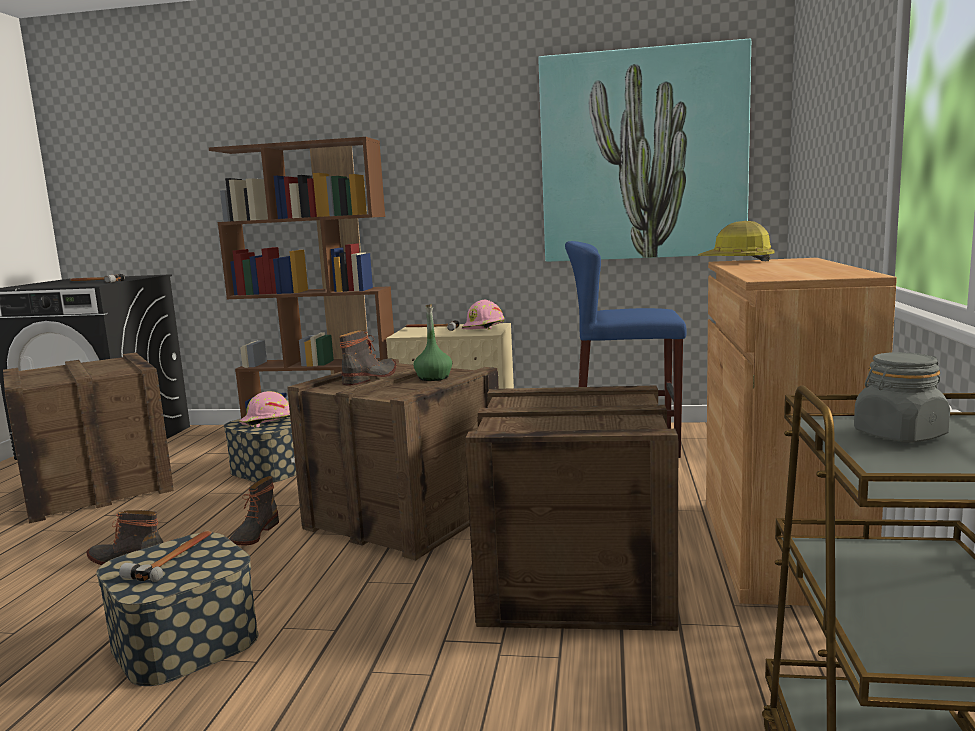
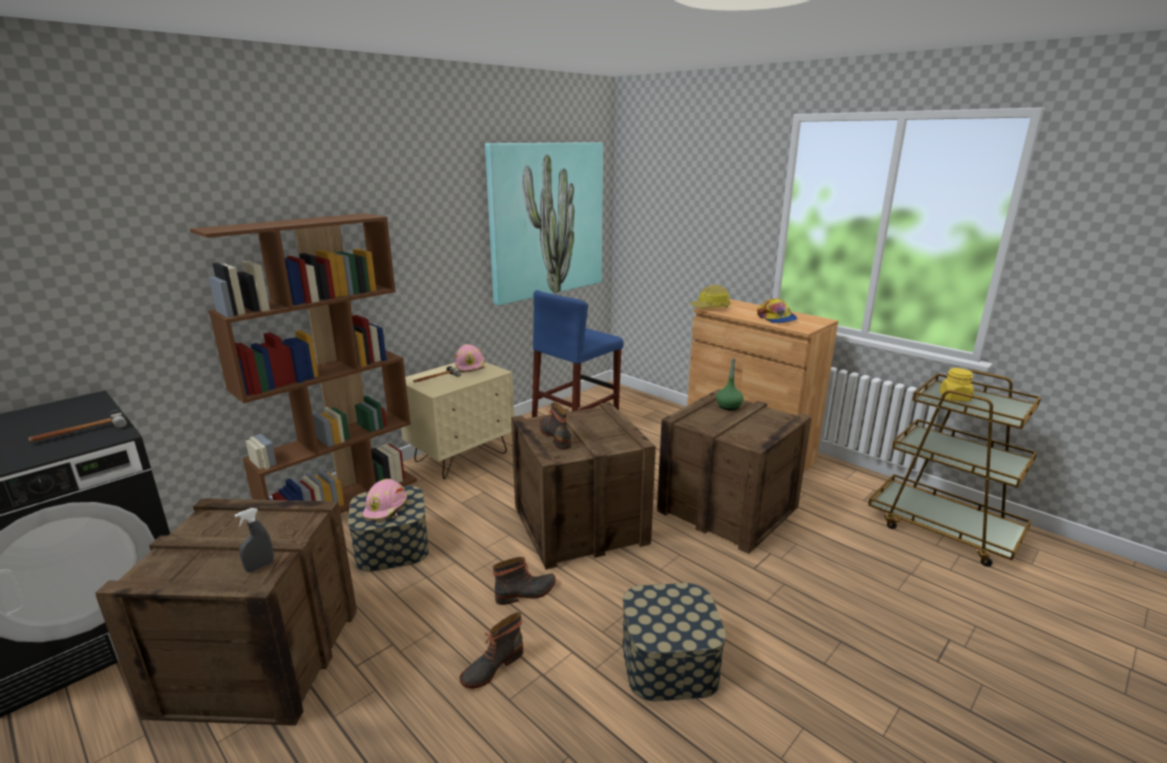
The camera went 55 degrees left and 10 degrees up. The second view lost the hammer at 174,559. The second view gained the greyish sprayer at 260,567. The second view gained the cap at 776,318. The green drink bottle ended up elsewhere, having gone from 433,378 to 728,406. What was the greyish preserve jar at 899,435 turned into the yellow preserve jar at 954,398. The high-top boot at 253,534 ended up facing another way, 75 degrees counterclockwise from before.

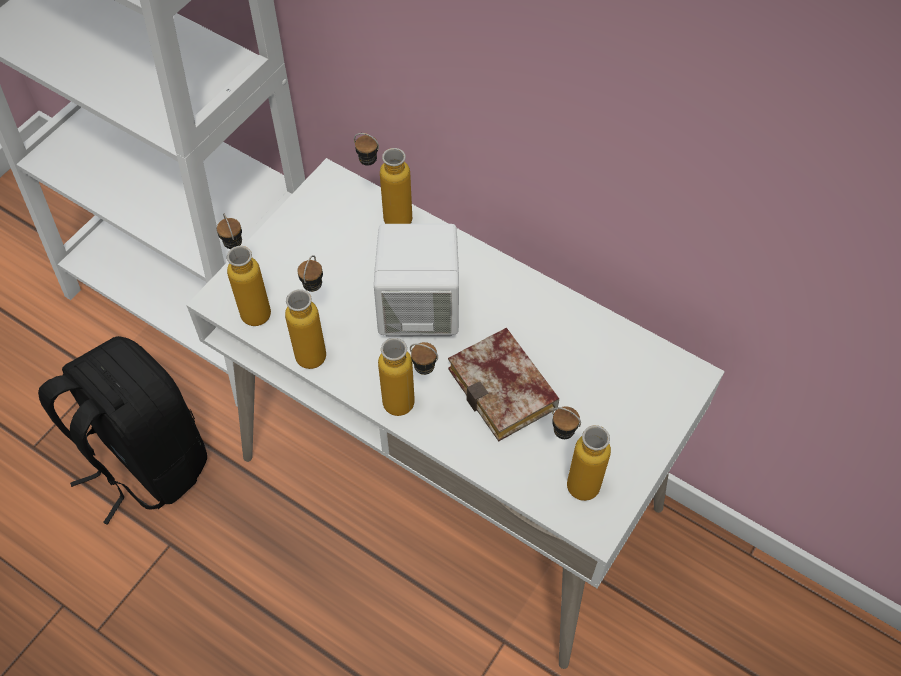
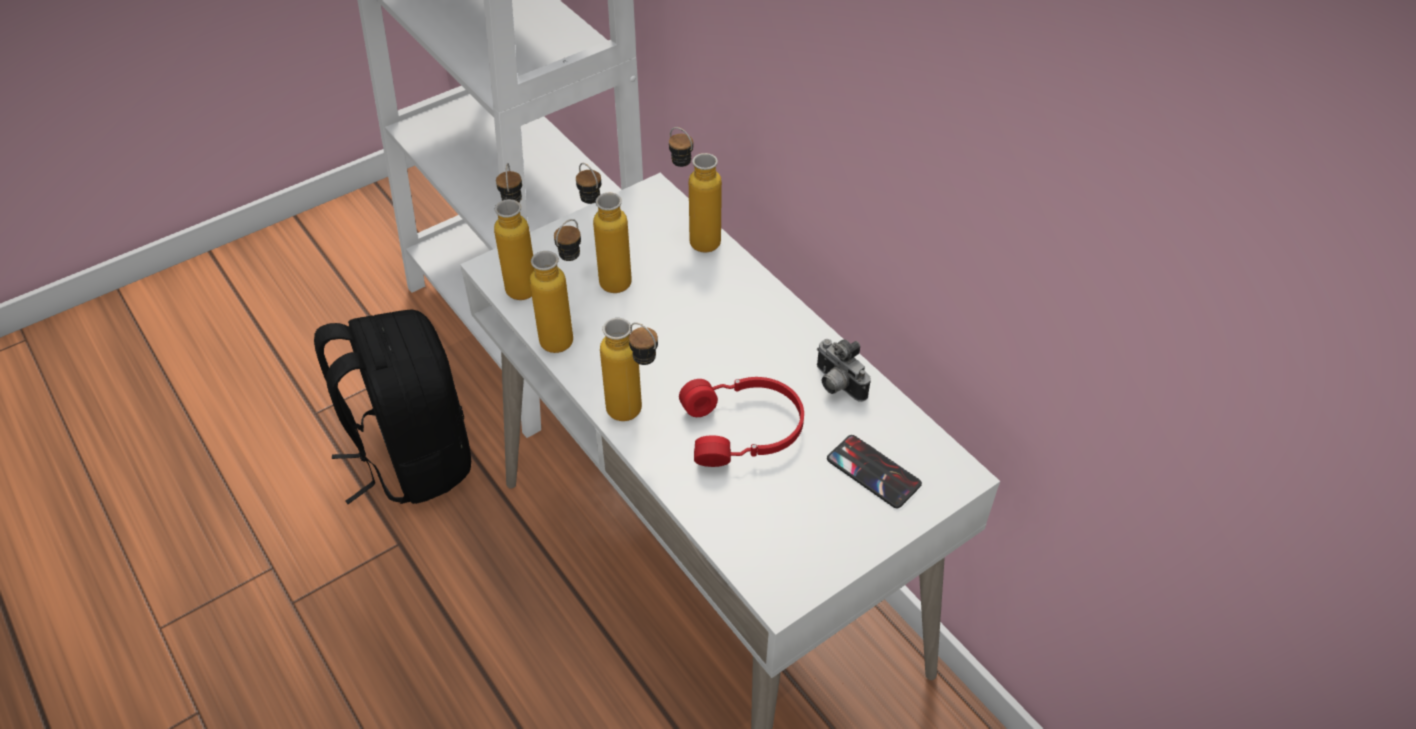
The camera went 20 degrees right and 10 degrees down. The second view lost the white-coloured audio speaker at 420,311. The second view gained the still camera at 836,385. The second view gained the telephone at 873,471. The drink bottle ended up elsewhere, having gone from 570,480 to 607,276. Where the bound book stood at 507,391, the reddish headphones came to stand at 744,430.

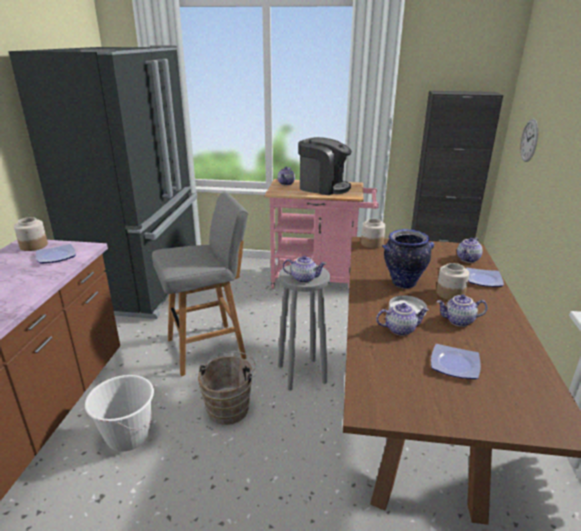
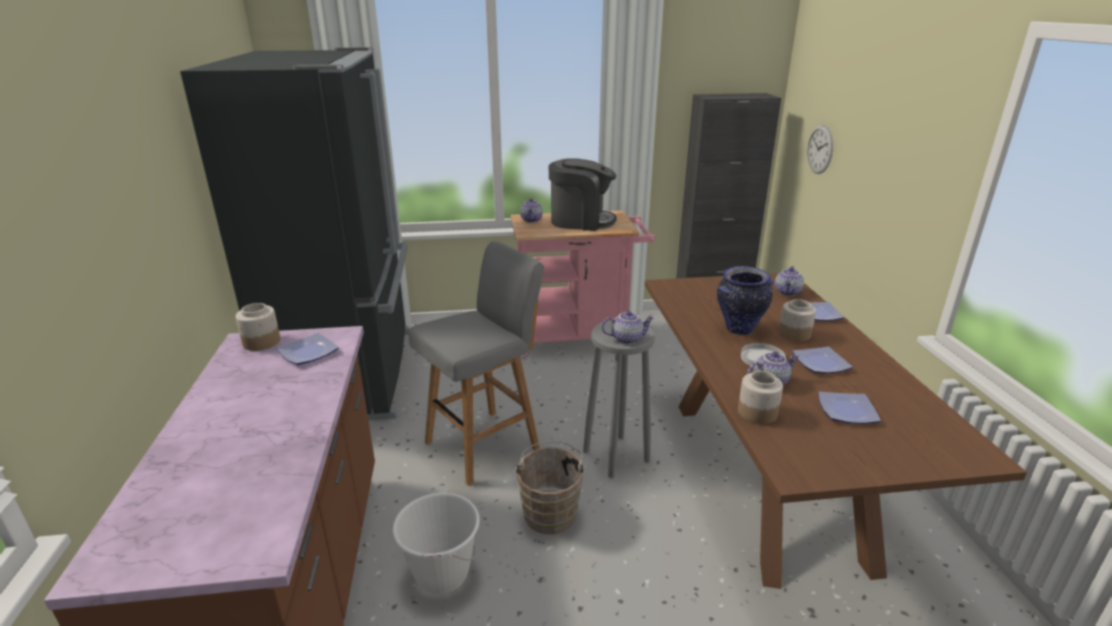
The camera went 15 degrees left and 0 degrees up. The preserve jar ended up elsewhere, having gone from 371,243 to 756,413. Where the teapot stood at 458,321, the dinner plate came to stand at 822,364.

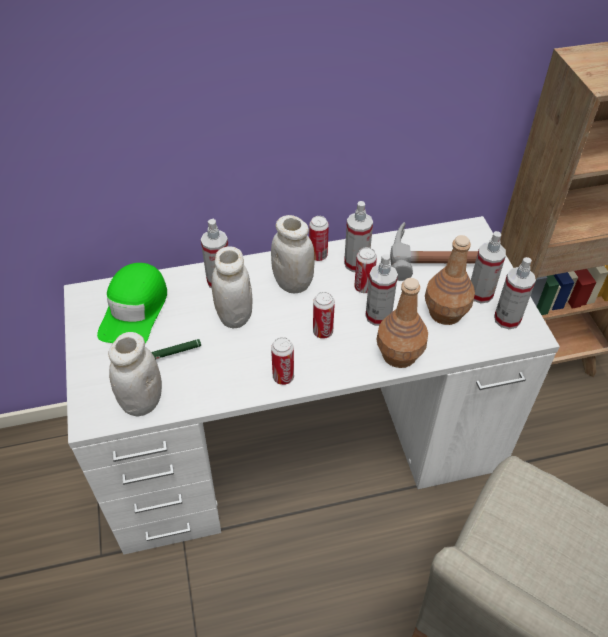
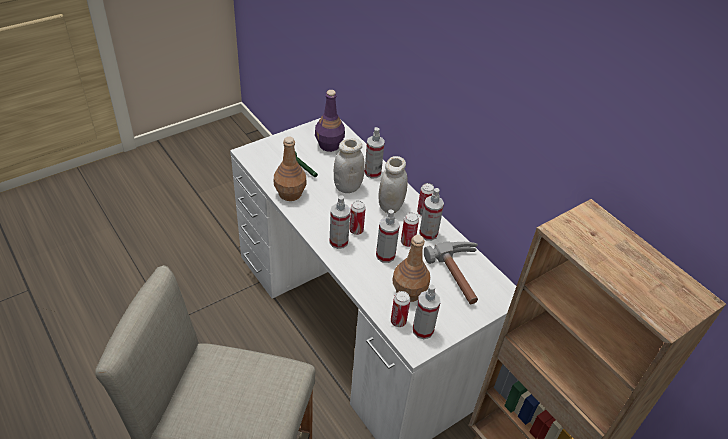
The camera went 65 degrees right and 5 degrees down. The second view lost the white-coloured preserve jar at 142,401. The can ended up elsewhere, having gone from 283,377 to 398,321. The brownish drink bottle ended up elsewhere, having gone from 399,355 to 289,193. The sprayer ended up elsewhere, having gone from 480,293 to 338,241. Where the green cap stood at 135,311, the purplish drink bottle came to stand at 329,145.

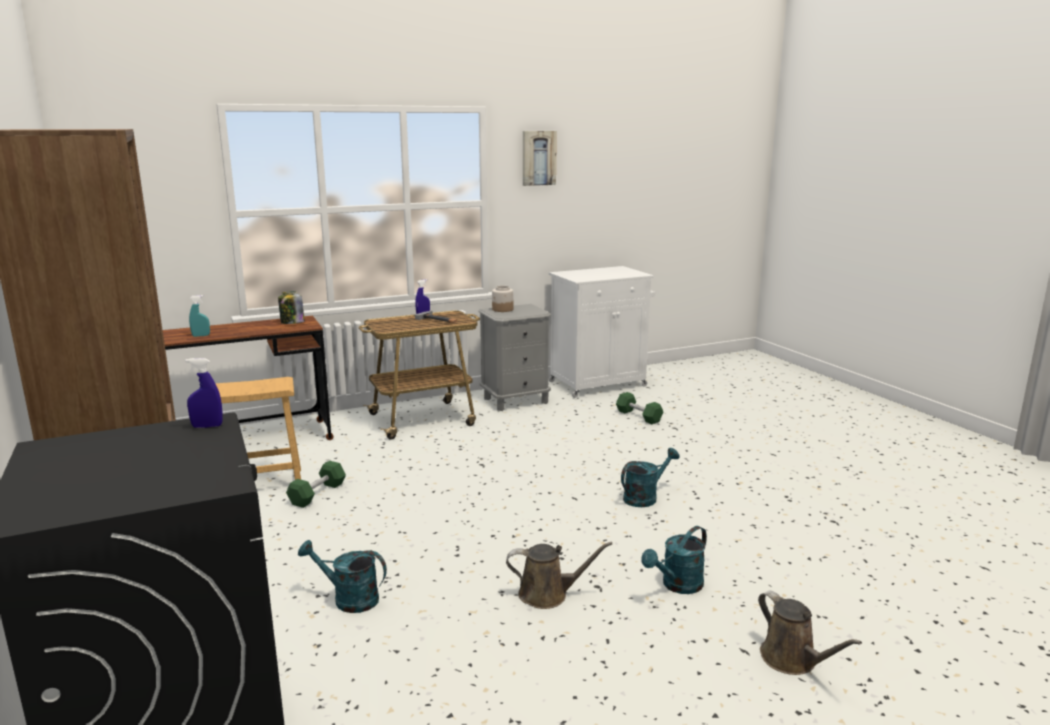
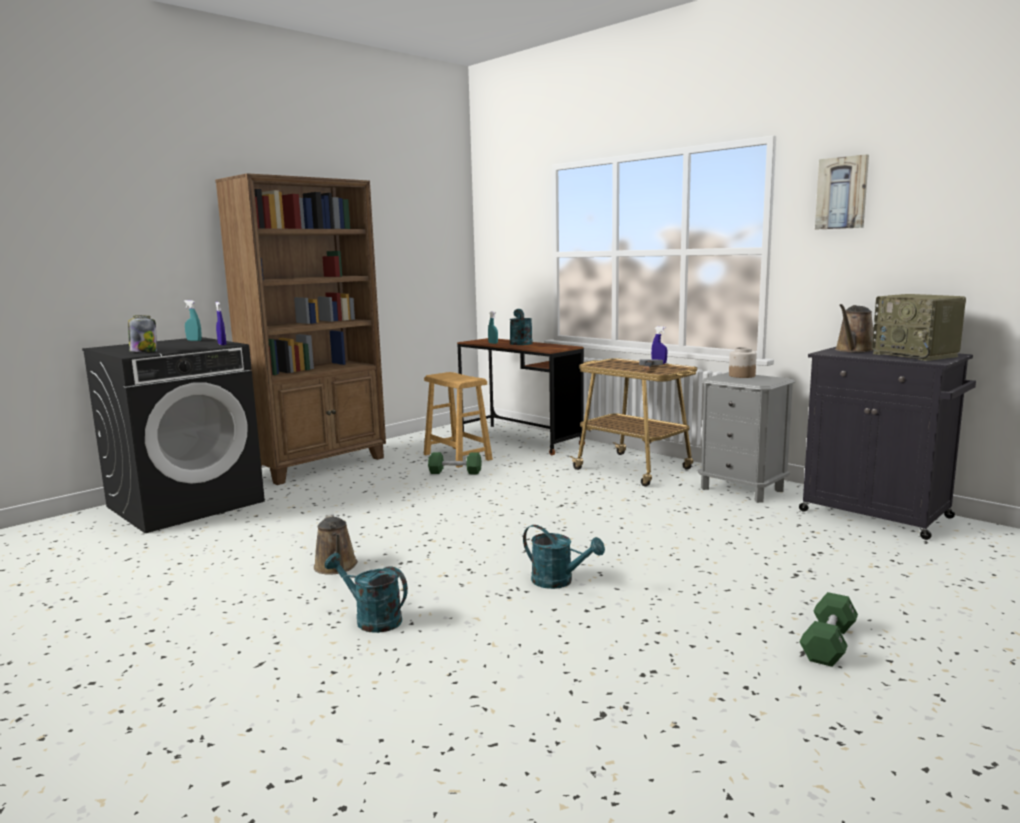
The camera went 70 degrees right and 5 degrees down. The second view gained the blue-green sprayer at 194,340. The second view gained the radio receiver at 916,355. The preserve jar ended up elsewhere, having gone from 292,323 to 144,352. The blue-green watering can ended up elsewhere, having gone from 348,599 to 520,343. The green dumbbell ended up elsewhere, having gone from 638,416 to 828,643. The brownish watering can ended up elsewhere, having gone from 792,660 to 854,350. What was the white-coloured cabinet at 599,383 turned into the blackish cabinet at 878,515.

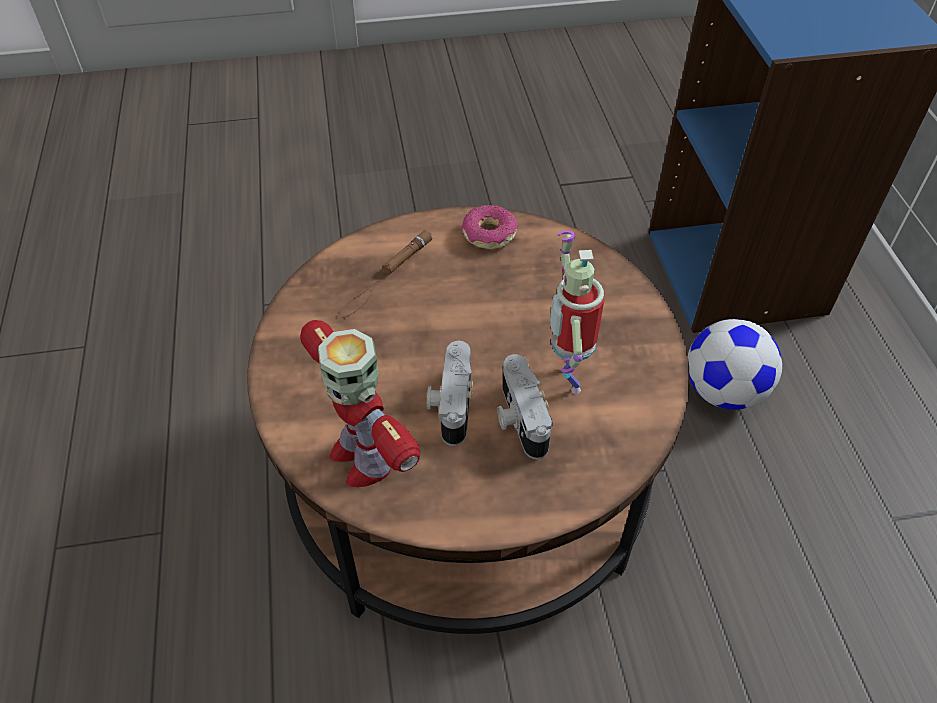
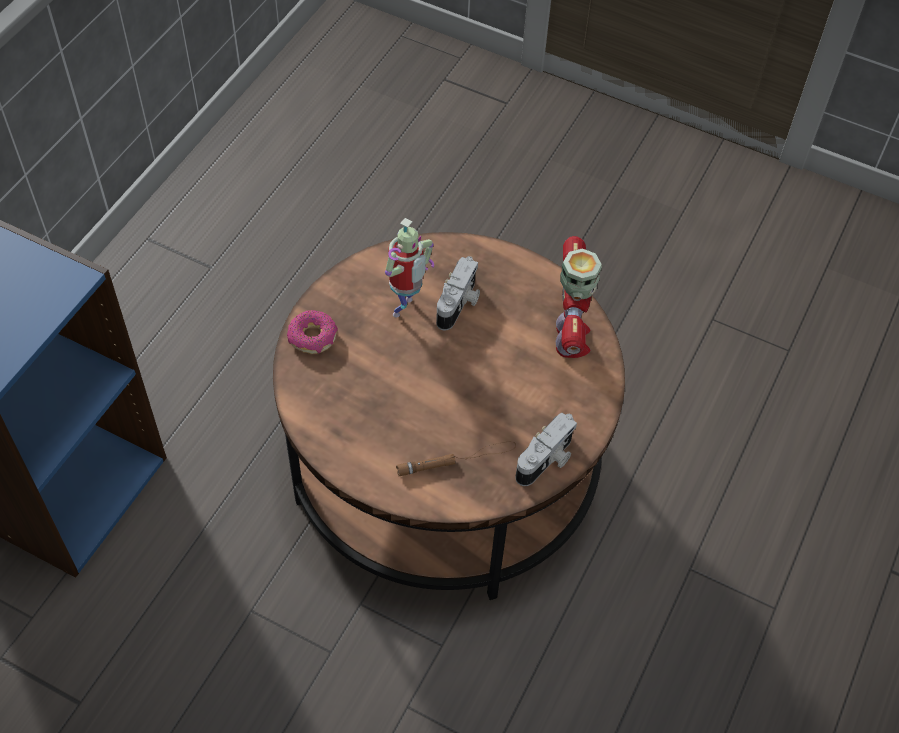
The camera went 145 degrees left and 5 degrees up. The second view lost the football at 723,391. The still camera ended up elsewhere, having gone from 450,404 to 546,460. The donut ended up elsewhere, having gone from 488,234 to 313,338.

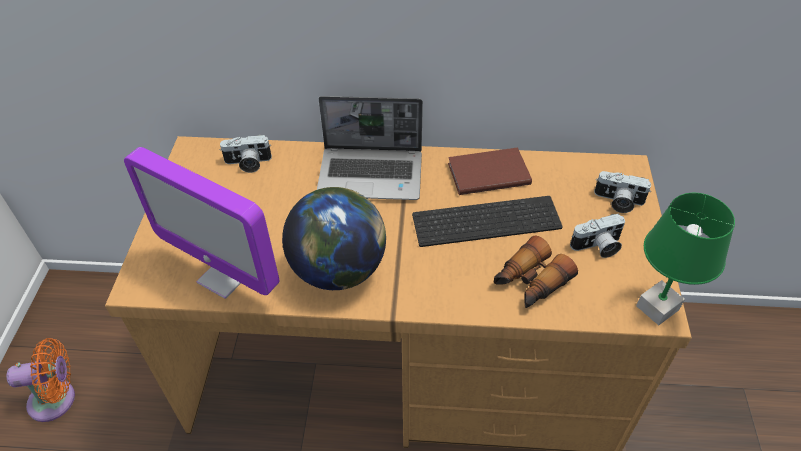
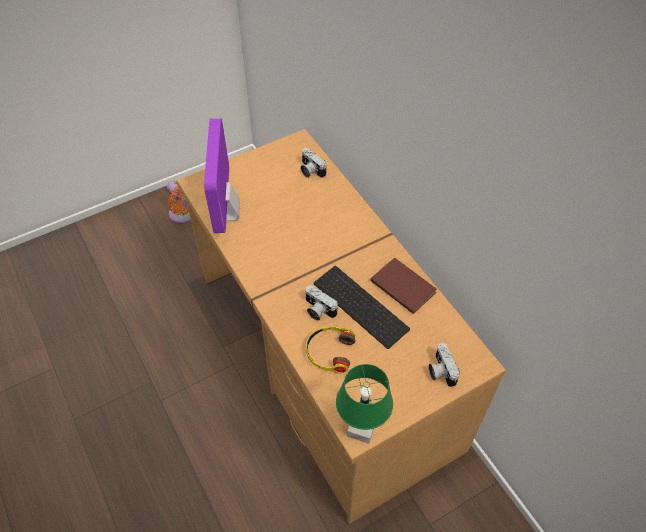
The camera went 55 degrees right and 5 degrees up. The second view lost the world globe at 339,269. The second view lost the notebook computer at 372,174. The still camera ended up elsewhere, having gone from 597,247 to 318,310. Where the field glasses stood at 530,282, the headphones came to stand at 329,352.

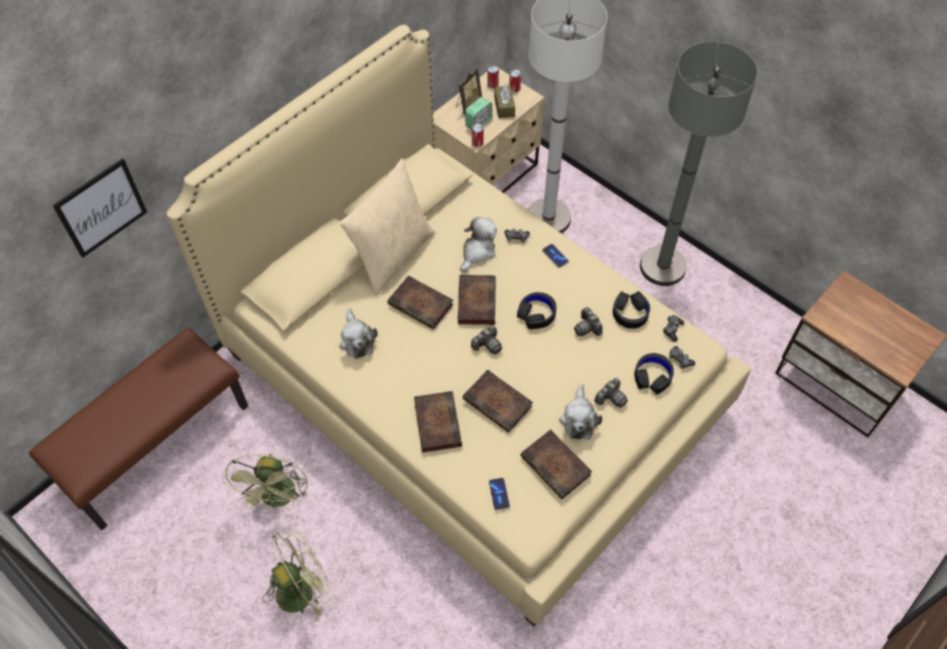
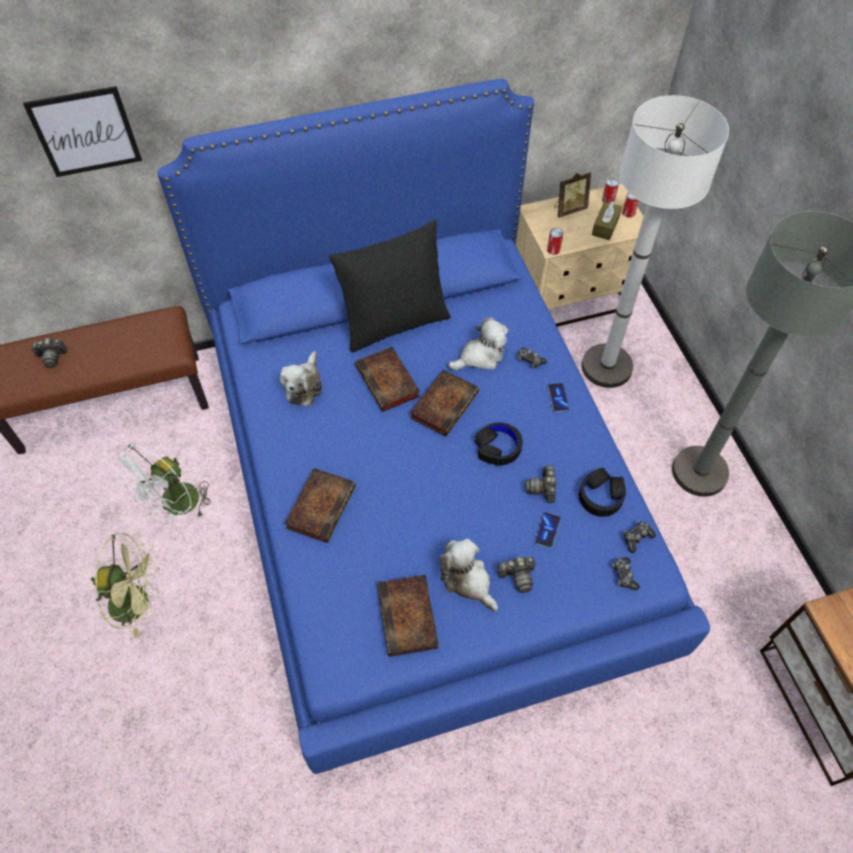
The camera went 30 degrees right and 0 degrees up. The second view lost the bound book at 499,403. The second view lost the bedside clock at 478,123. The second view lost the blackish headphones at 652,376. The still camera ended up elsewhere, having gone from 487,345 to 52,357. The telephone ended up elsewhere, having gone from 499,494 to 547,530. What was the beige sleeping bed at 472,381 turned into the blue-coloured sleeping bed at 424,490. What was the green cooling fan at 278,499 turned into the white-coloured cooling fan at 175,507. What was the beige throw pillow at 392,255 turned into the blackish throw pillow at 394,322. The cuddly toy at 578,419 ended up facing another way, 105 degrees clockwise from before.

